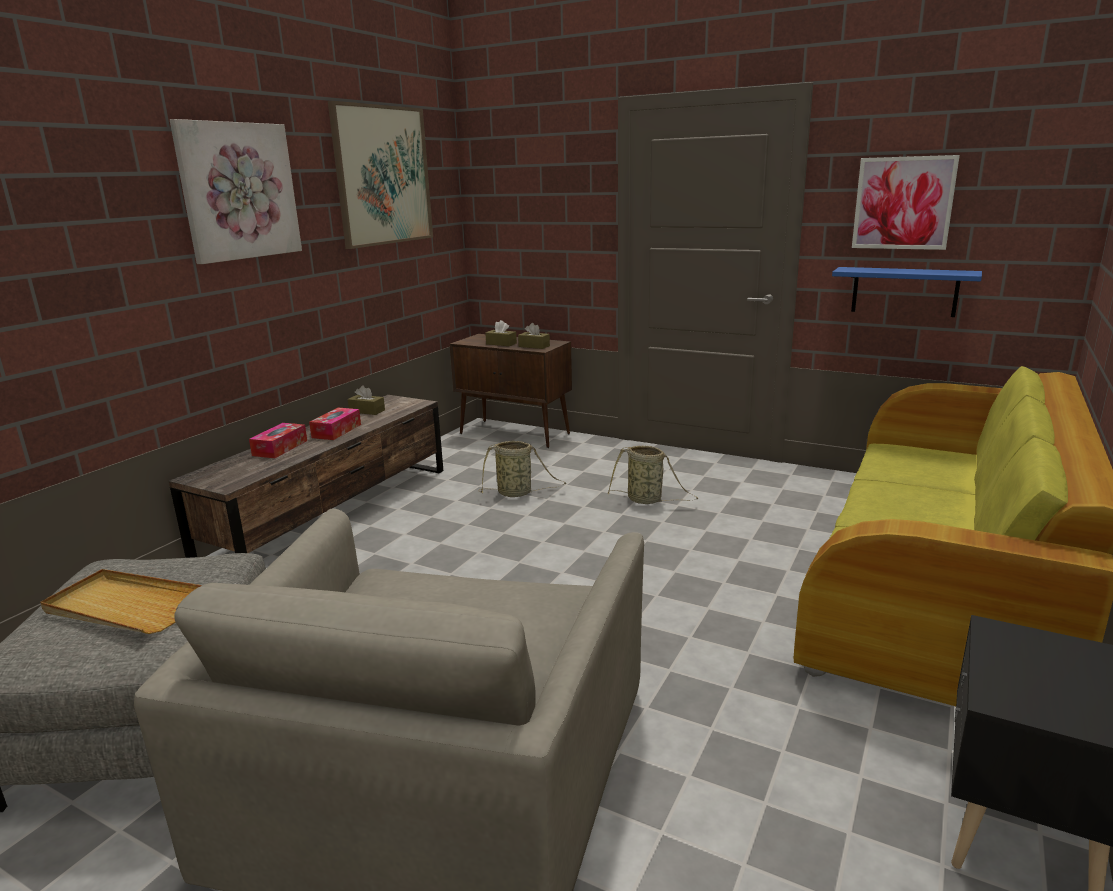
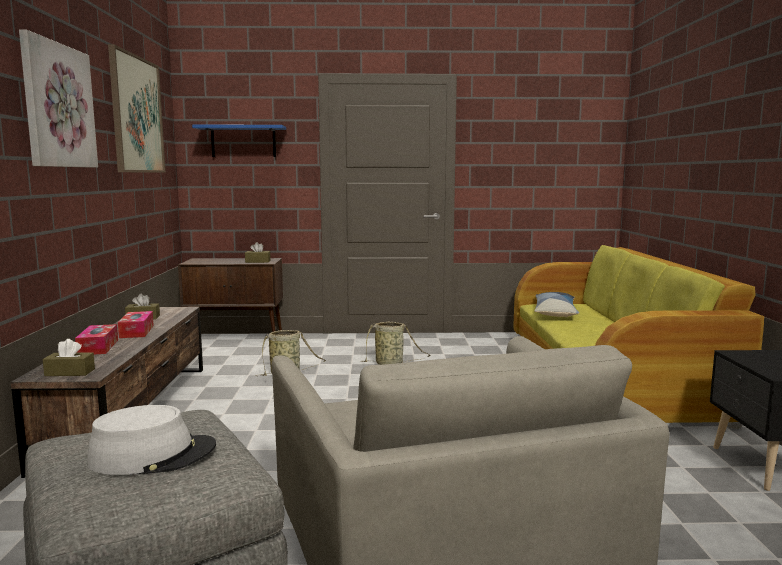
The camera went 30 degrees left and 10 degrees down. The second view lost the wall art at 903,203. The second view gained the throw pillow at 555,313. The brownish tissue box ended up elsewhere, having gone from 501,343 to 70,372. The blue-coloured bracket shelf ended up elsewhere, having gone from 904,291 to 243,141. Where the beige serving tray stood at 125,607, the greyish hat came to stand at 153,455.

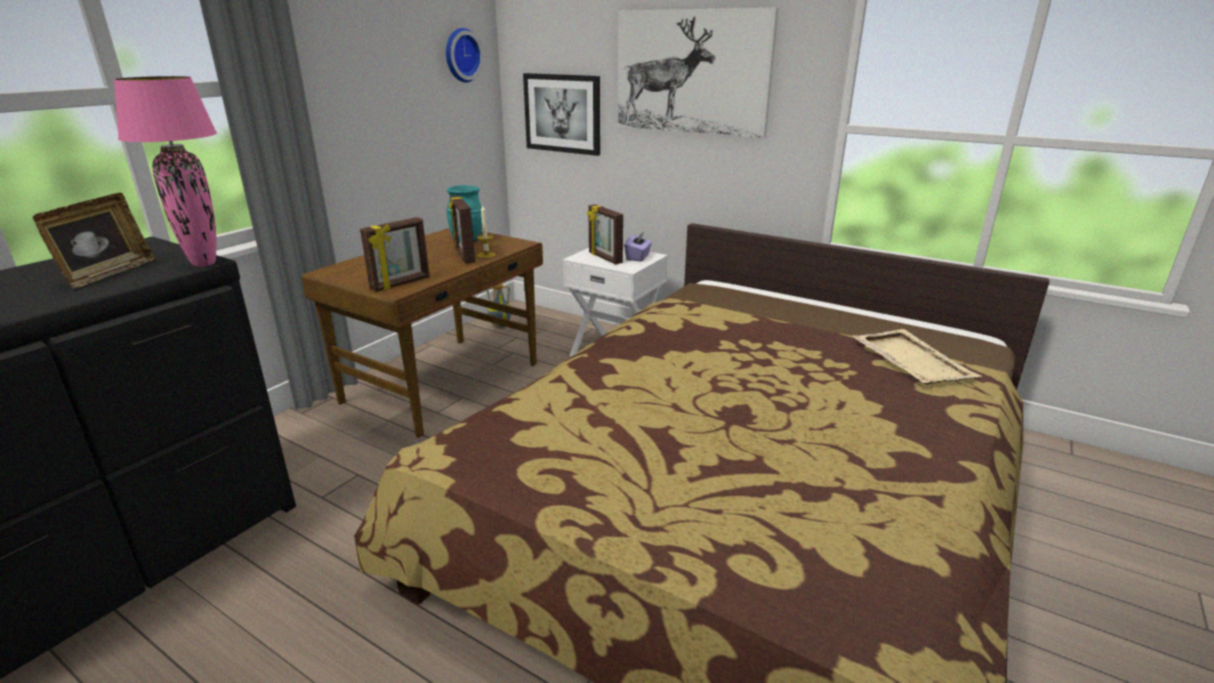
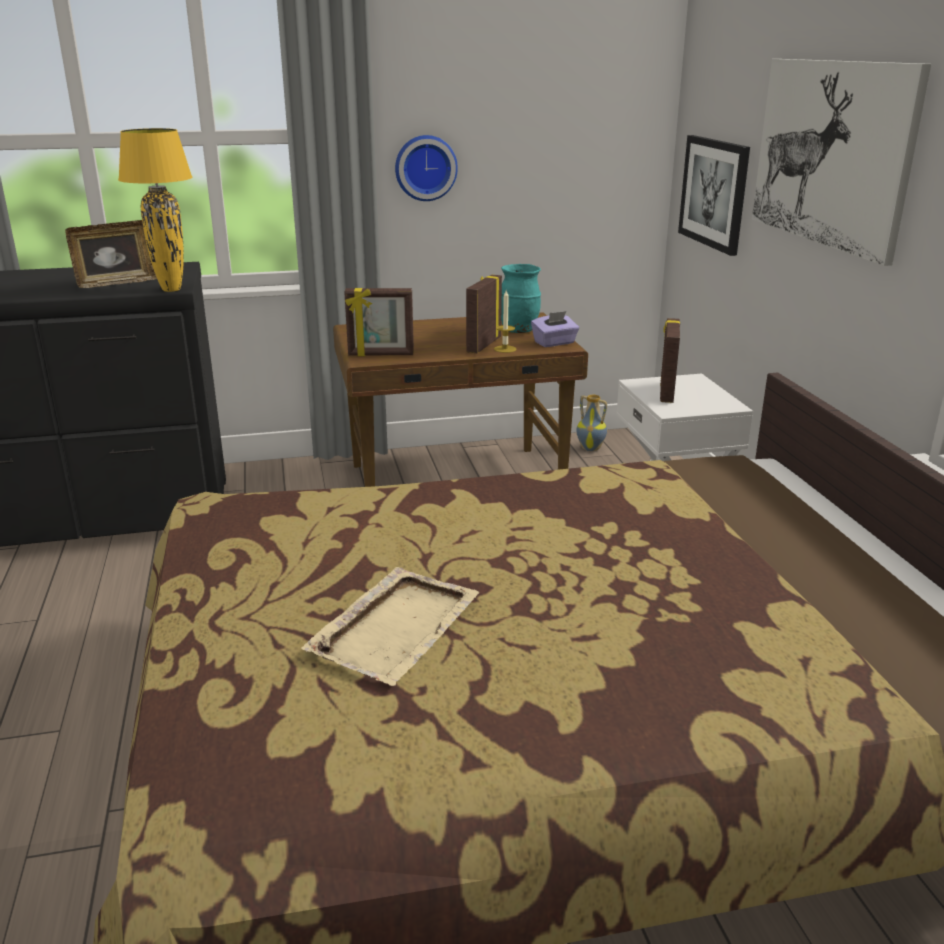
The camera went 45 degrees right and 0 degrees up. The clock on the wall ended up elsewhere, having gone from 461,55 to 425,167. The purplish tissue box ended up elsewhere, having gone from 638,257 to 554,343. The beige serving tray ended up elsewhere, having gone from 911,359 to 396,627. What was the pinkish tabletop lamp at 203,264 turned into the yellow tabletop lamp at 170,290.

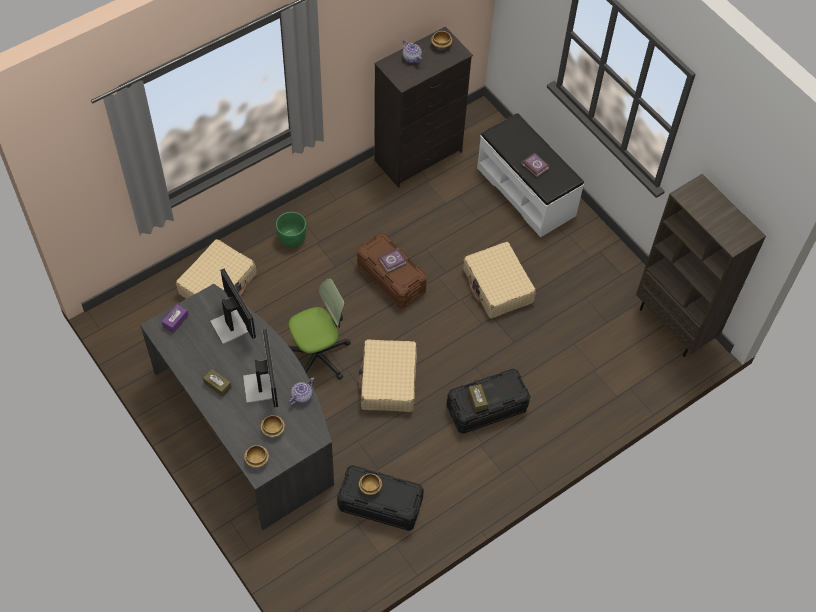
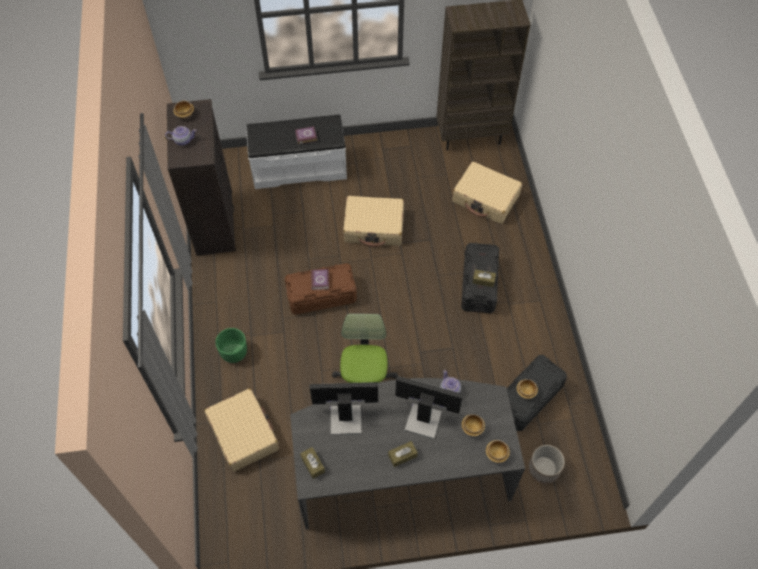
The camera went 60 degrees left and 0 degrees up. The second view gained the plant pot at 544,469. The beige suitcase ended up elsewhere, having gone from 388,381 to 486,199. What was the purplish tissue box at 176,321 turned into the brownish tissue box at 313,464.

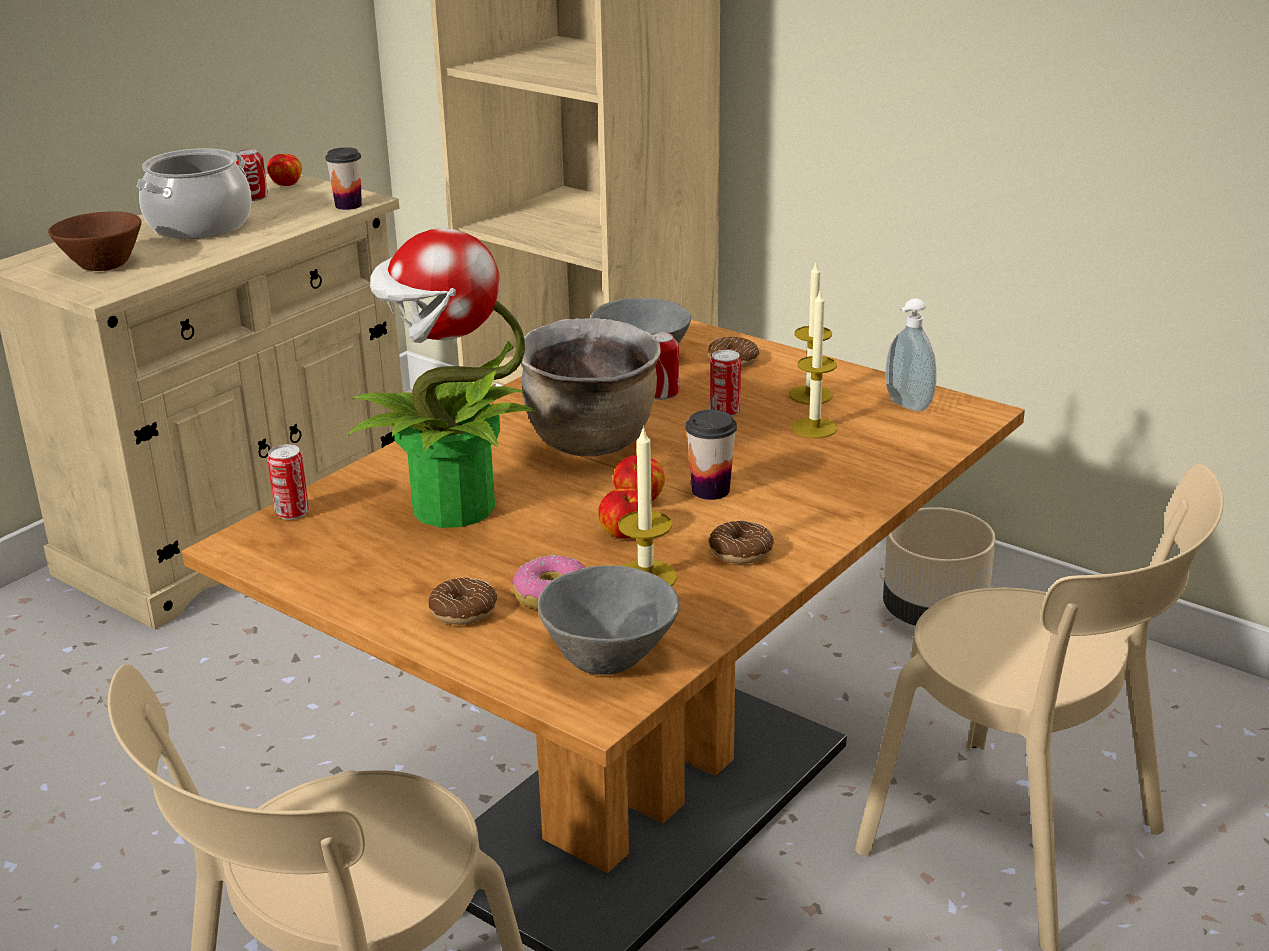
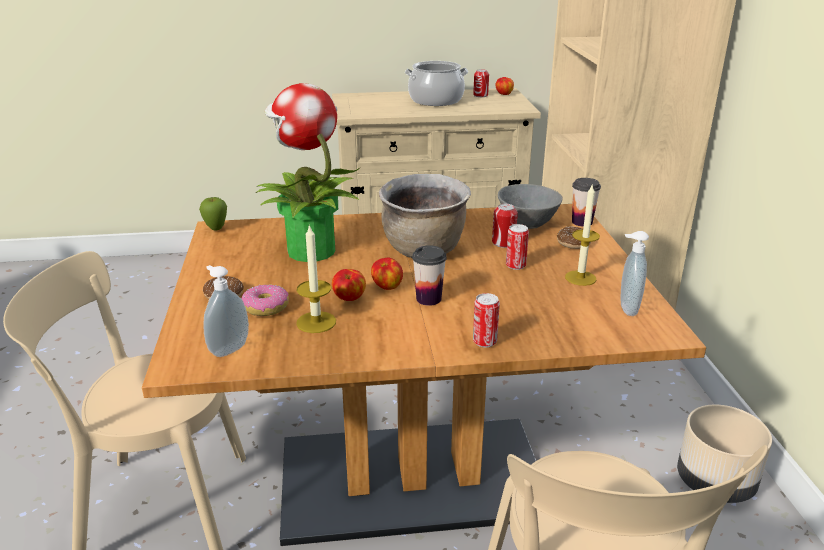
The camera went 45 degrees right and 0 degrees up. The second view lost the brownish deep dish at 104,264. The second view lost the donut at 741,552. The second view lost the candle at 814,428. The second view gained the whole apple at 216,229. The can ended up elsewhere, having gone from 292,513 to 484,342. The cup ended up elsewhere, having gone from 348,205 to 582,222. Where the greyish deep dish stood at 612,657, the soap dispenser came to stand at 228,349.

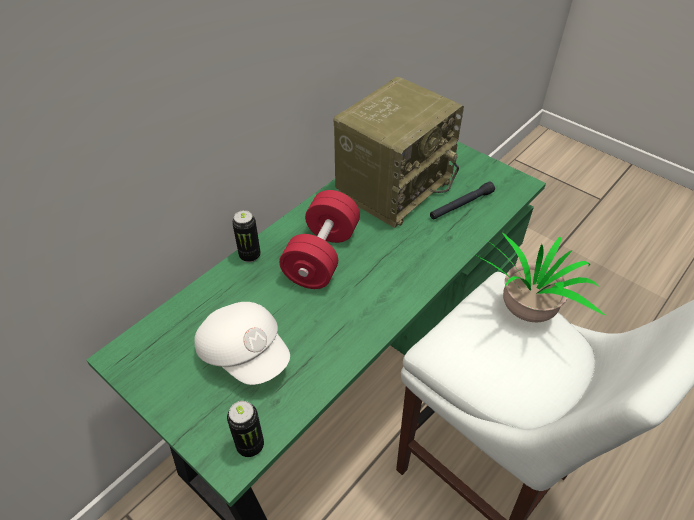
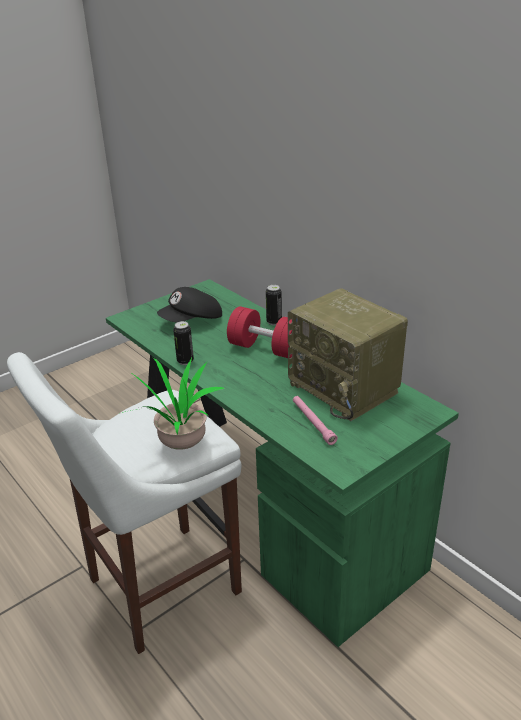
The camera went 100 degrees right and 15 degrees down. The can ended up elsewhere, having gone from 250,445 to 185,361. What was the white-coloured cap at 245,353 turned into the blackish cap at 192,321. What was the blackish hand torch at 461,205 turned into the pinkish hand torch at 313,423.

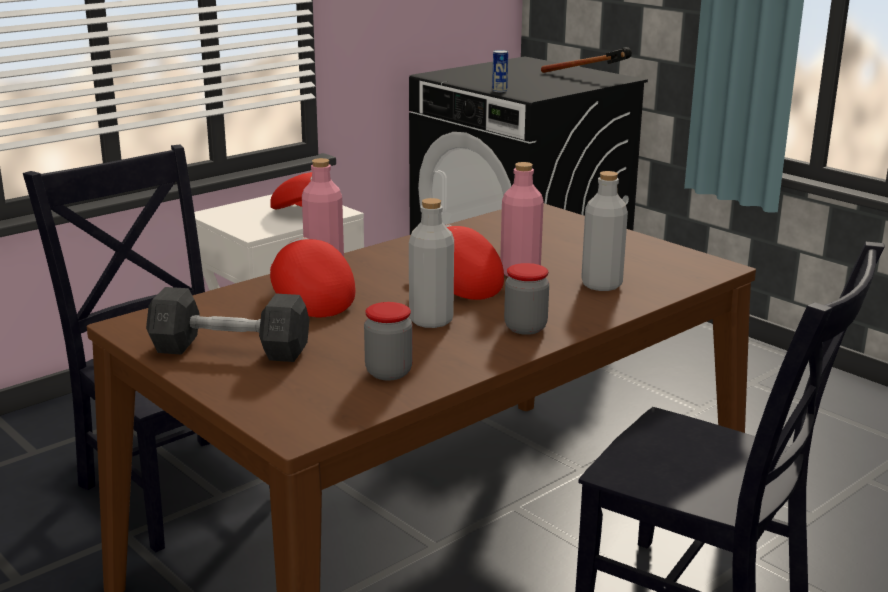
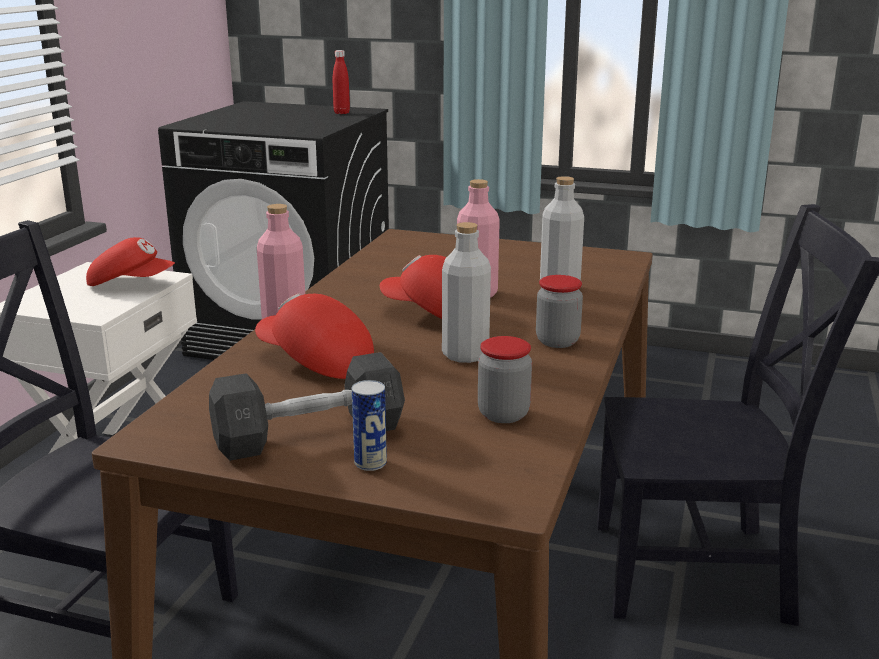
The camera went 30 degrees left and 0 degrees up. The can ended up elsewhere, having gone from 499,91 to 370,463. Where the hammer stood at 593,78, the reddish drink bottle came to stand at 341,113.

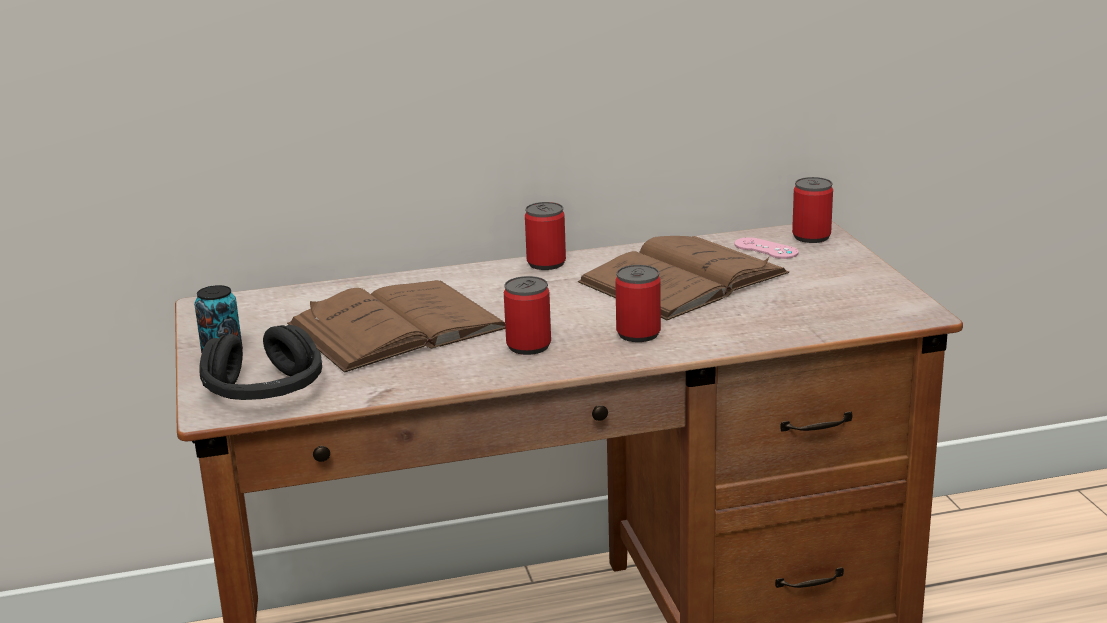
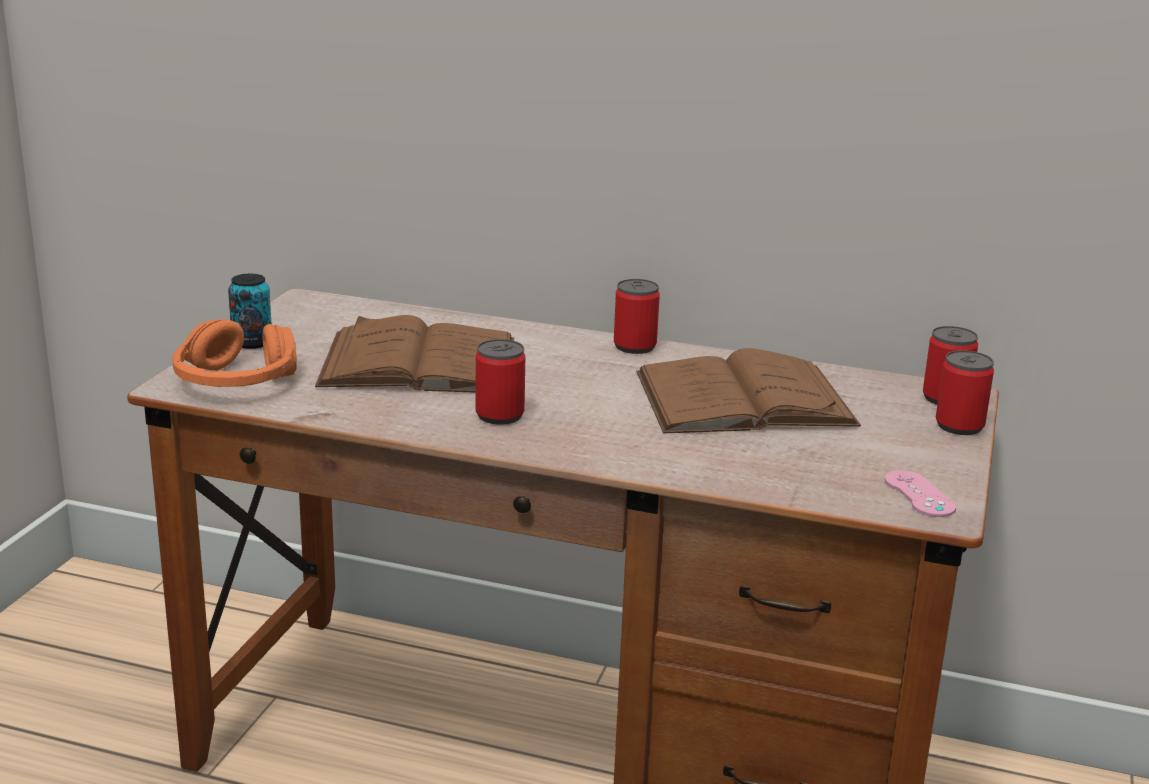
The camera went 30 degrees right and 0 degrees up. The can ended up elsewhere, having gone from 638,334 to 959,426. The pinkish gamepad ended up elsewhere, having gone from 766,249 to 919,494. What was the blackish headphones at 265,391 turned into the orangey headphones at 235,382.

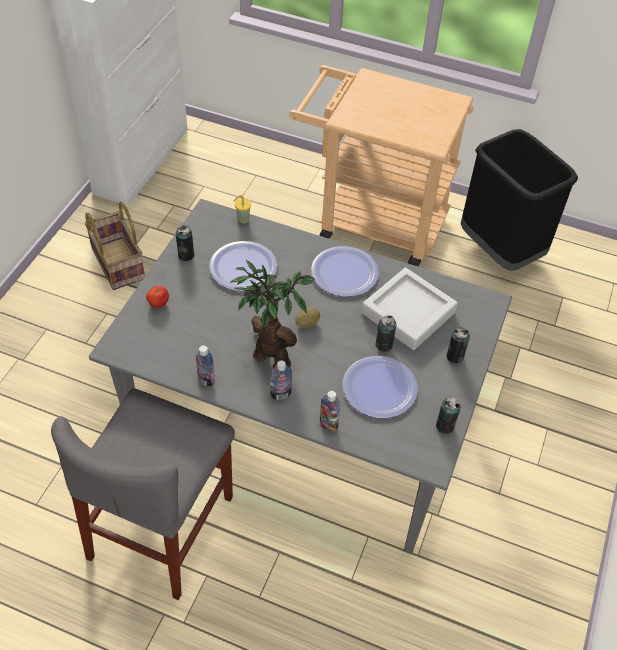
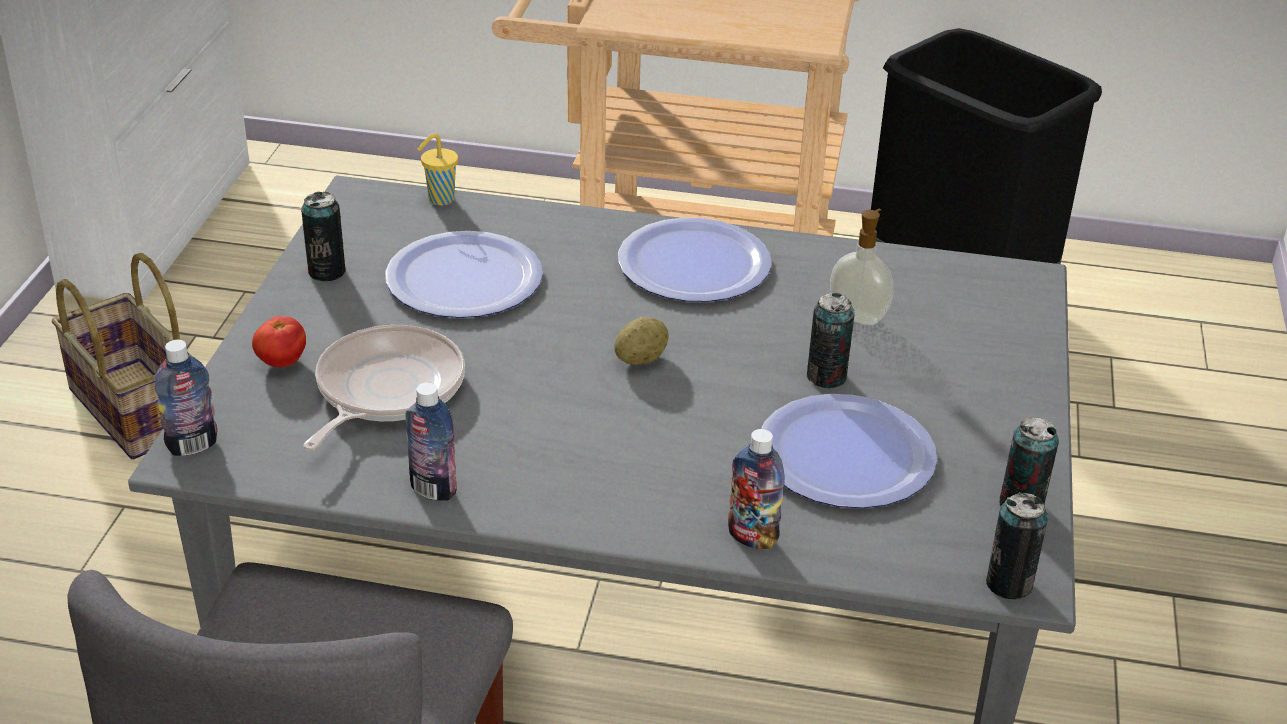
The camera went 10 degrees left and 15 degrees down. The second view lost the plant in a pot at 269,356. The second view gained the frying pan at 385,390. The drink bottle ended up elsewhere, having gone from 281,394 to 192,445. The can ended up elsewhere, having gone from 455,356 to 1009,584. Where the greyish serving tray stood at 408,313, the soap dispenser came to stand at 858,316.

